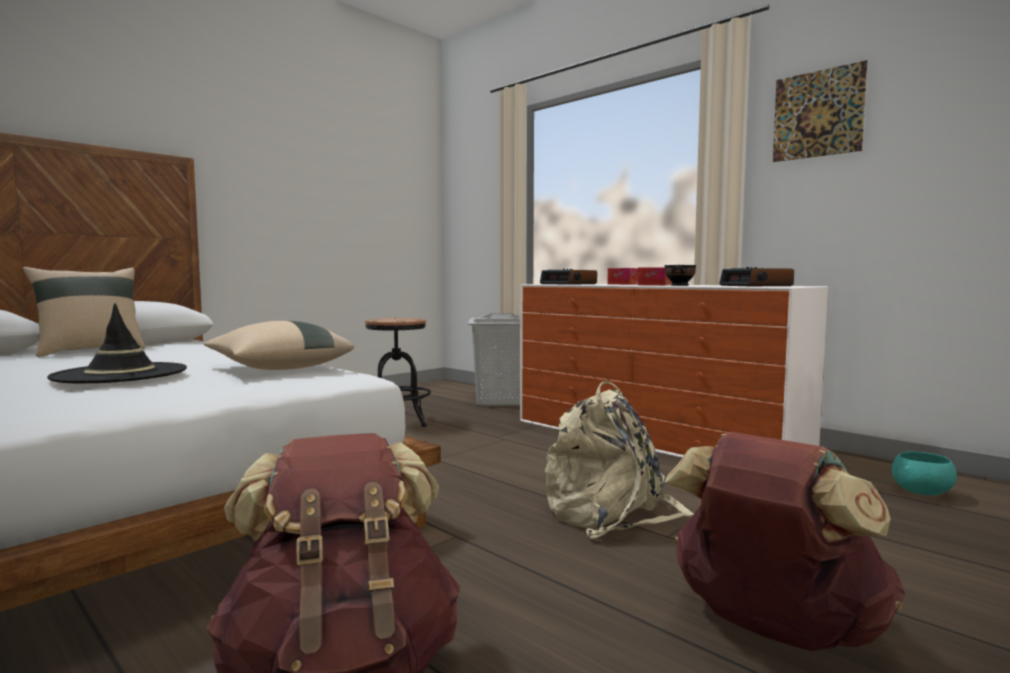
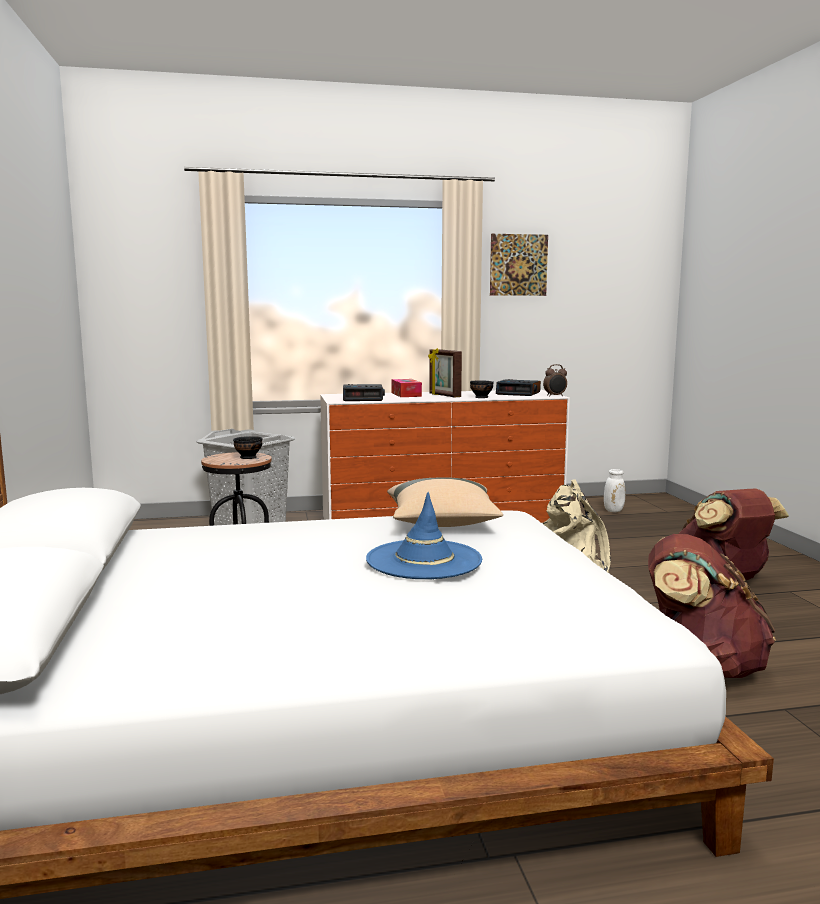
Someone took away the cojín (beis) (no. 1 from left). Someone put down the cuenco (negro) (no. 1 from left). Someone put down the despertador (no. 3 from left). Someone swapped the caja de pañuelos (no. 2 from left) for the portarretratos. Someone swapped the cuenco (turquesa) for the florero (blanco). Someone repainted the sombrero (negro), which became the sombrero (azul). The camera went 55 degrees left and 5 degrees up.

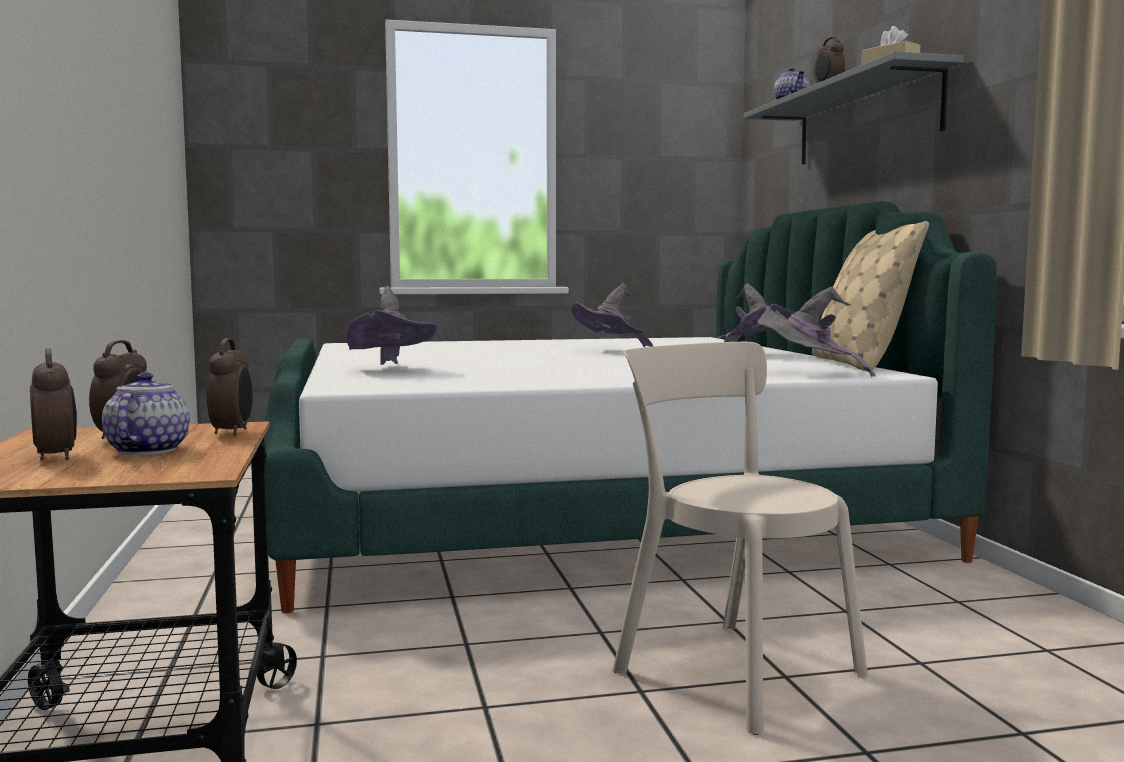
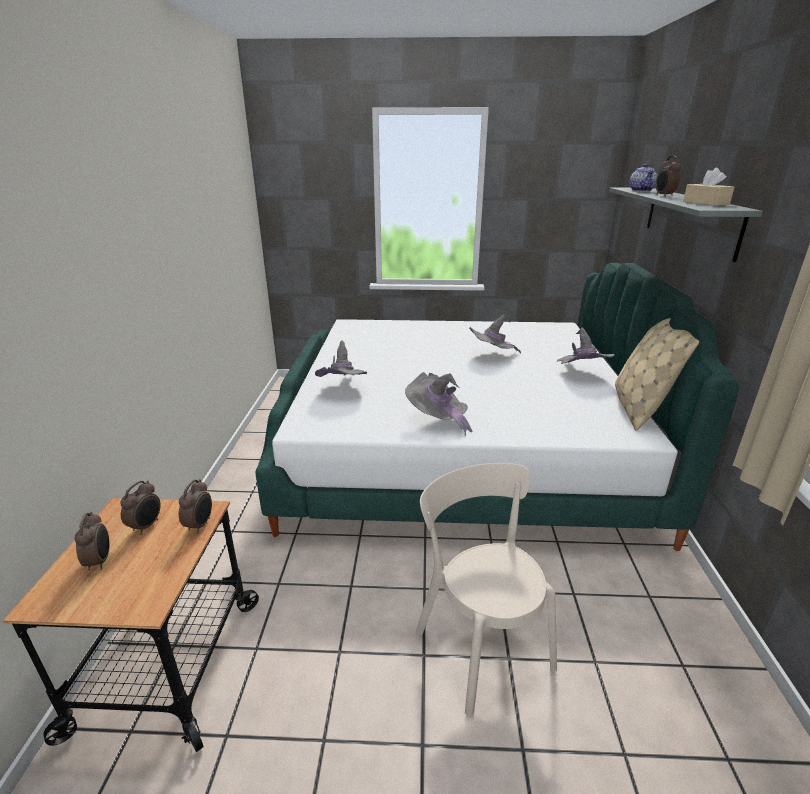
Someone took away the tetera (no. 1 from left). Someone carried the sombrero (gris) (no. 4 from left in the first image). The camera went 15 degrees right and 20 degrees up.

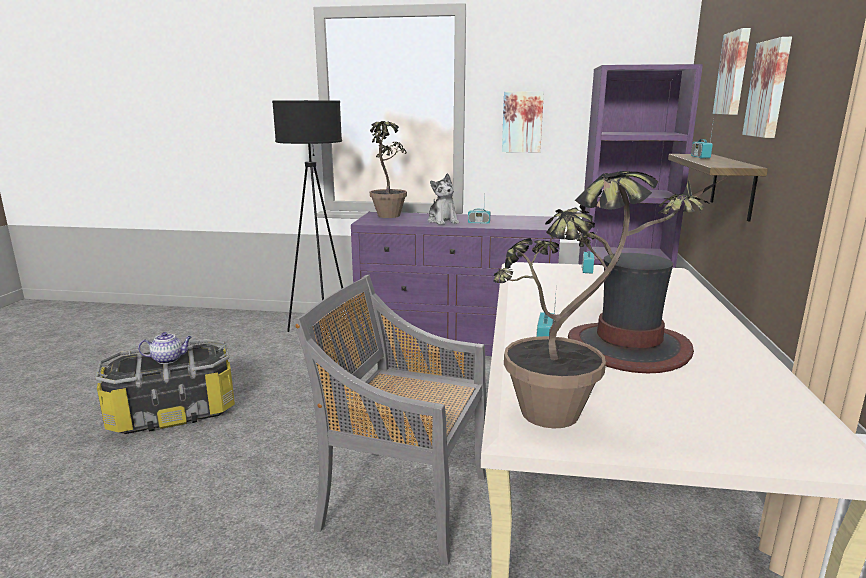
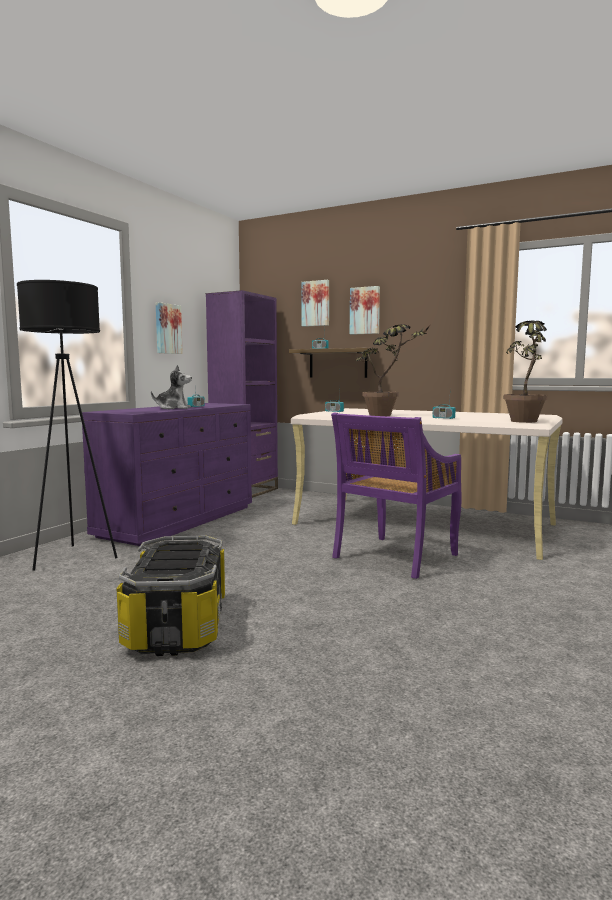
Someone took away the tetera. Someone took away the sombrero. Someone carried the planta en maceta (no. 1 from left). Someone repainted the silla (gris), which became the silla (morado). The camera went 70 degrees left and 10 degrees down.

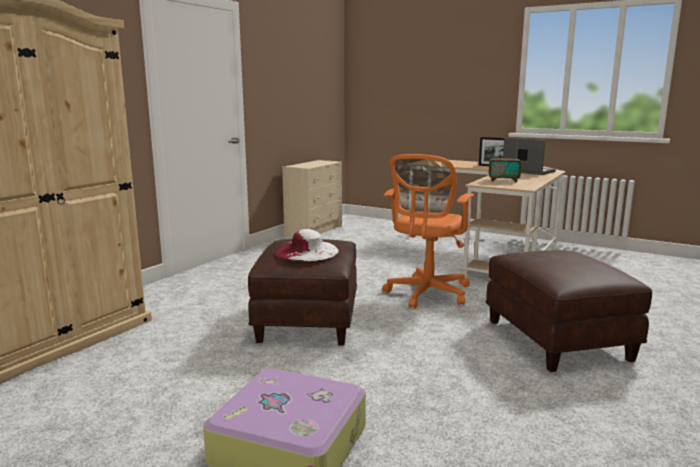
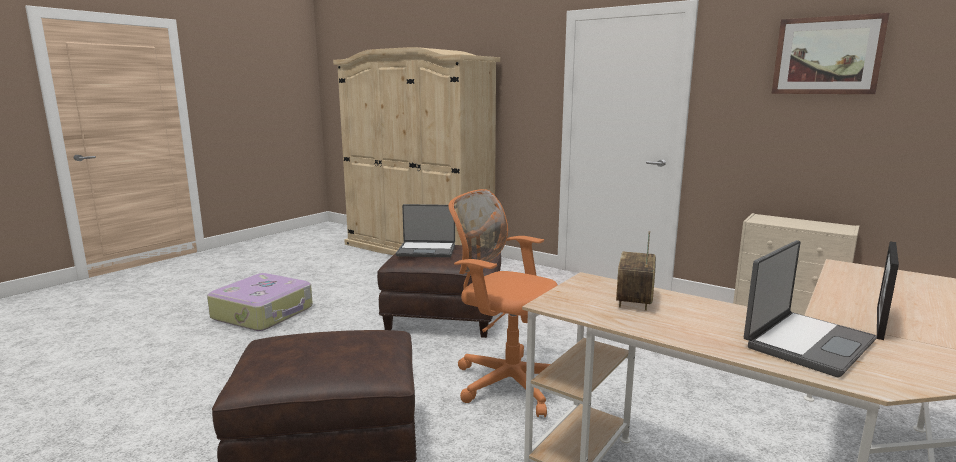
Someone put up the cuadro. Someone swapped the sombrero (blanco) for the portátil (no. 1 from left). The camera went 95 degrees right and 0 degrees up.

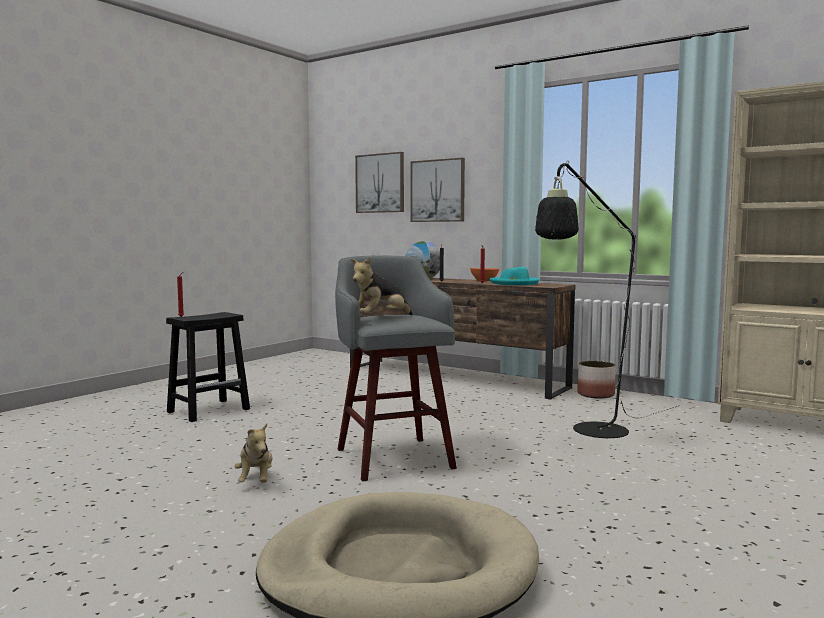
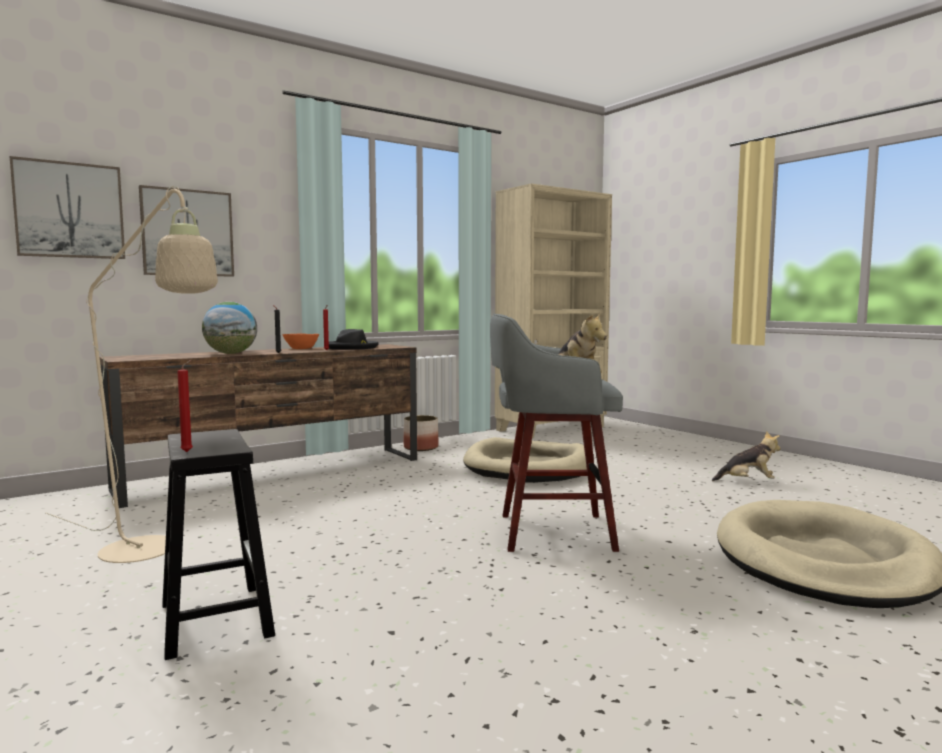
Someone put down the lámpara de pie (beis). Someone carried the peluche (no. 1 from left in the first image). Someone swapped the lámpara de pie (negro) for the cama para perro (beis) (no. 1 from left). Someone repainted the sombrero (turquesa), which became the sombrero (negro). The camera went 70 degrees left and 0 degrees up.

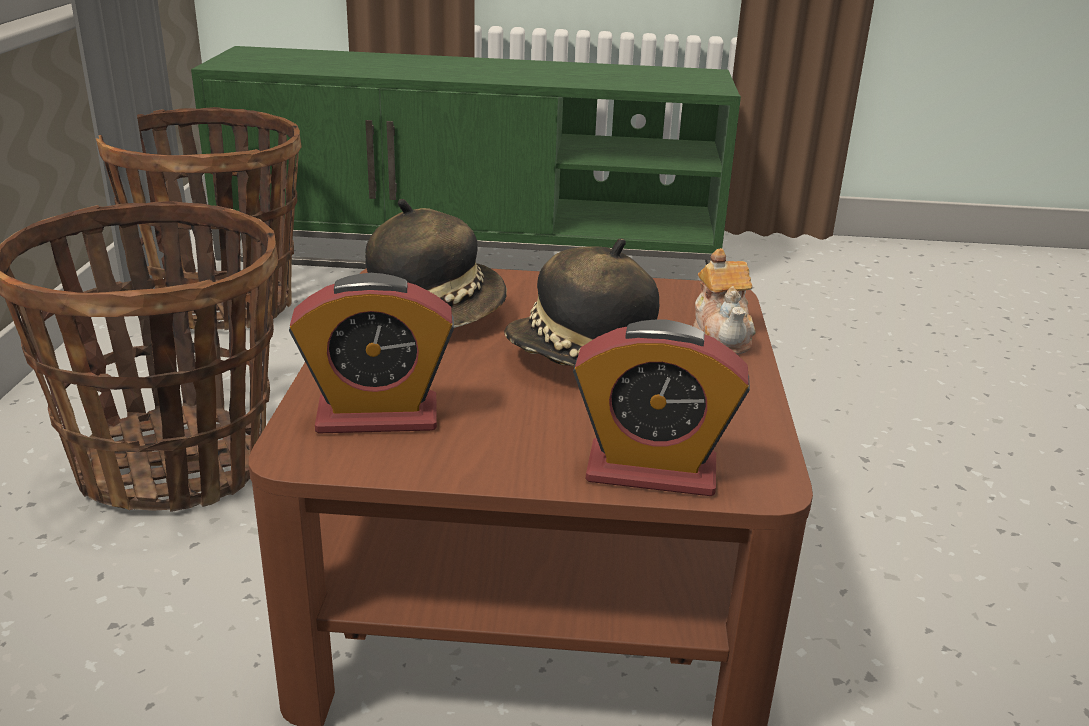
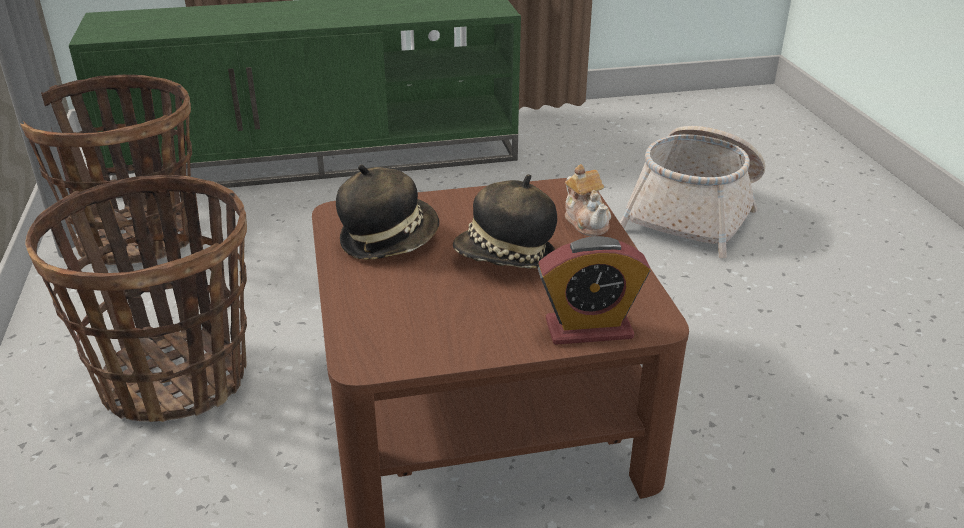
Someone took away the despertador (no. 1 from left). Someone put down the cesta (no. 3 from left). The camera went 15 degrees left and 5 degrees up.

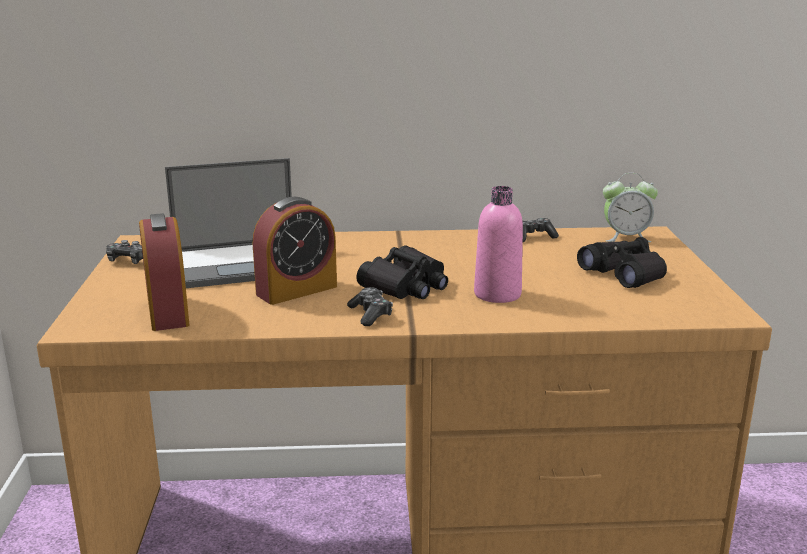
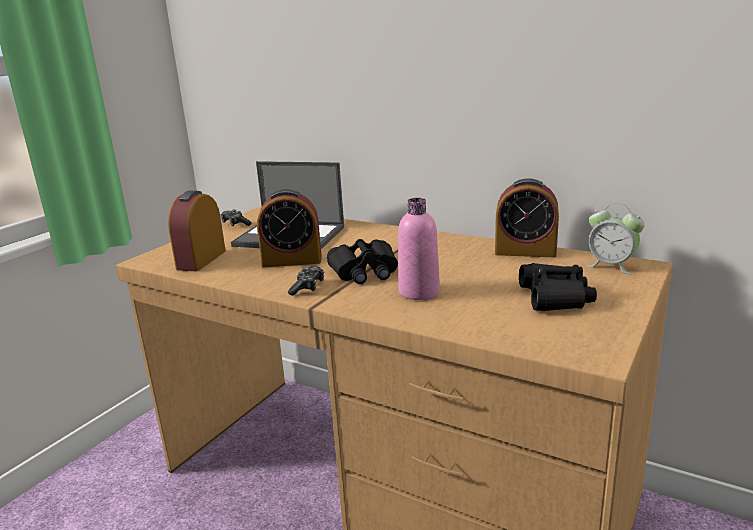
Someone swapped the mando de consola (no. 3 from left) for the despertador (no. 3 from left). The camera went 35 degrees right and 0 degrees up.

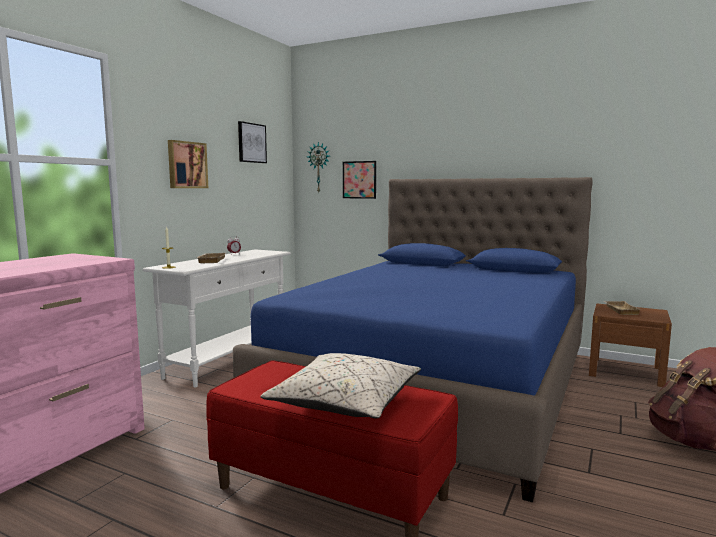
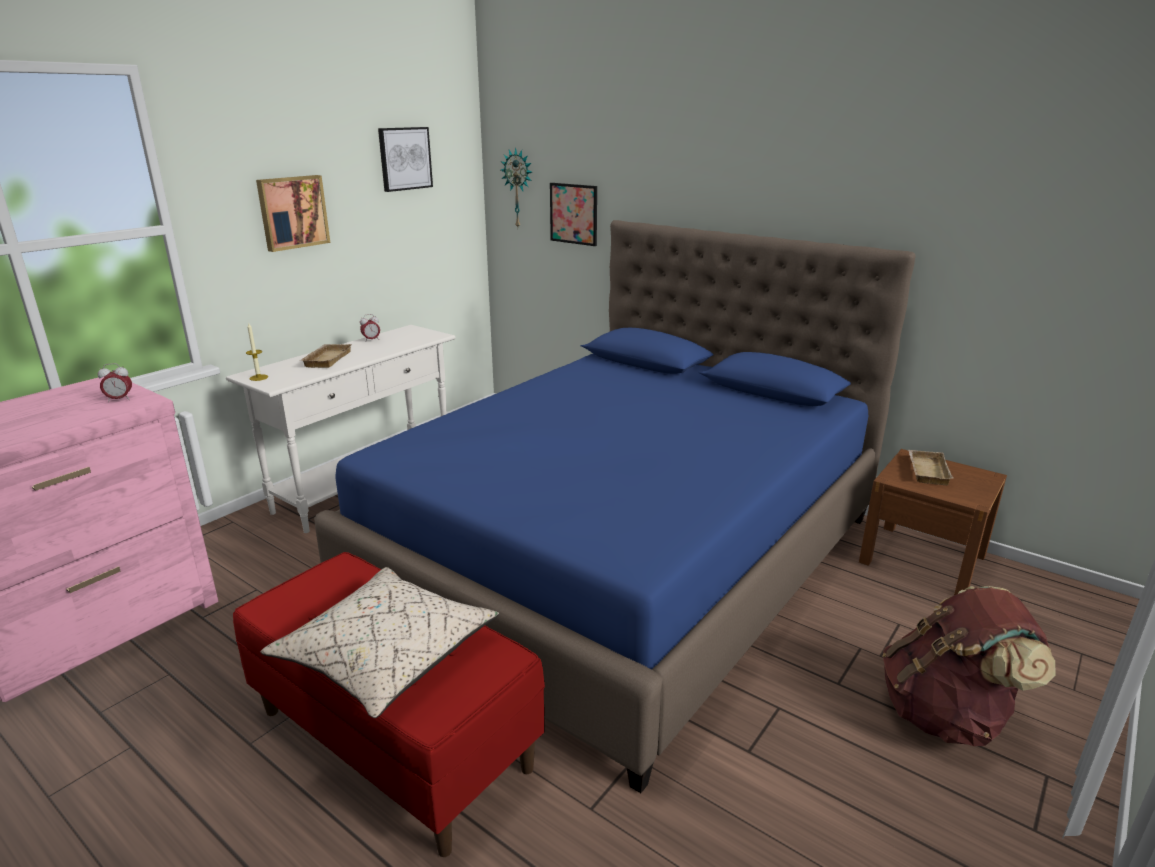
Someone put down the despertador (no. 1 from left). The camera went 10 degrees right and 15 degrees up.

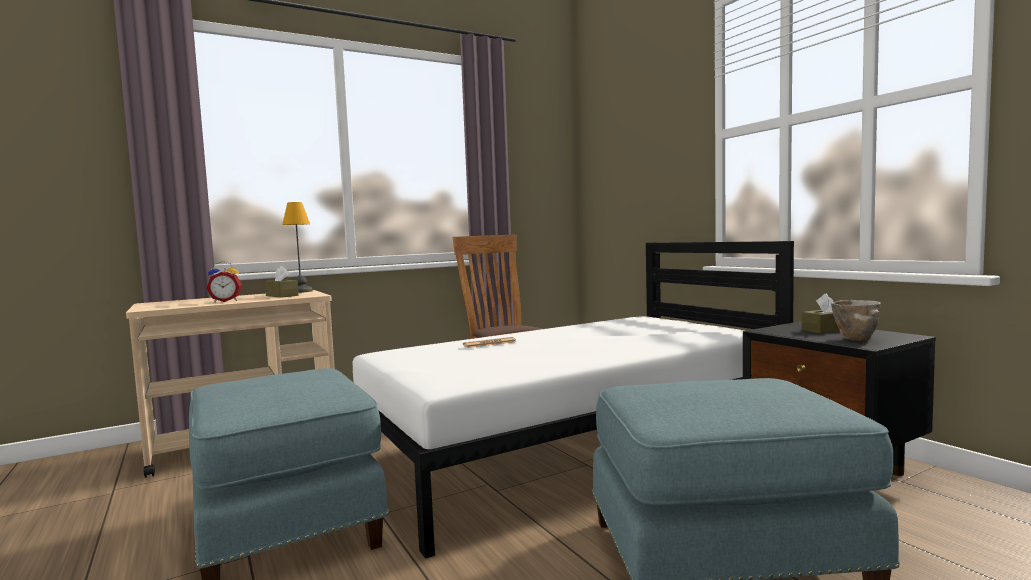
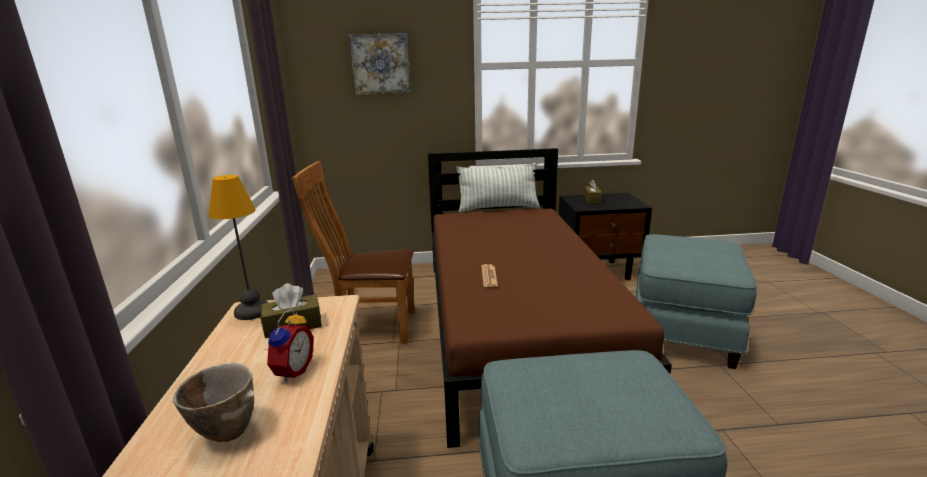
Someone put up the cuadro. Someone put down the cojín. Someone carried the cuenco. Someone repainted the cama (blanco), which became the cama (marrón). The camera went 65 degrees left and 15 degrees up.

